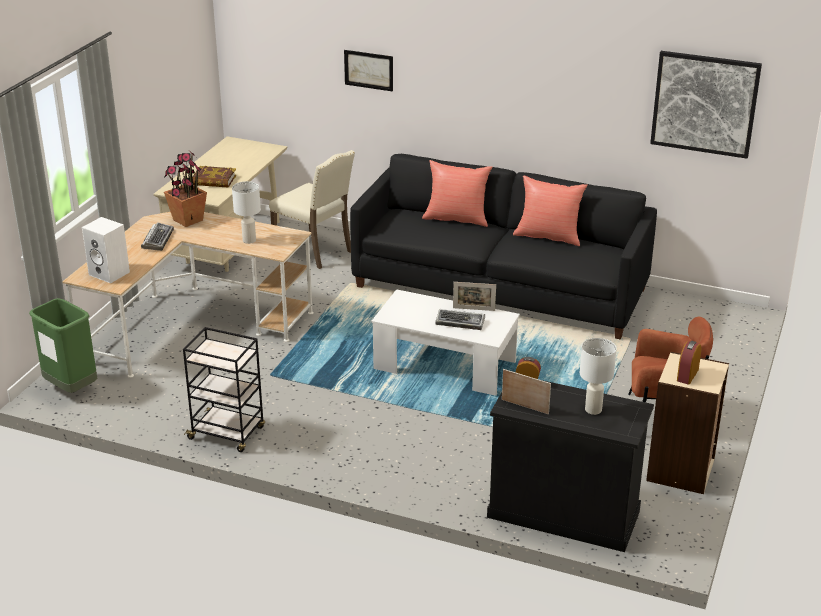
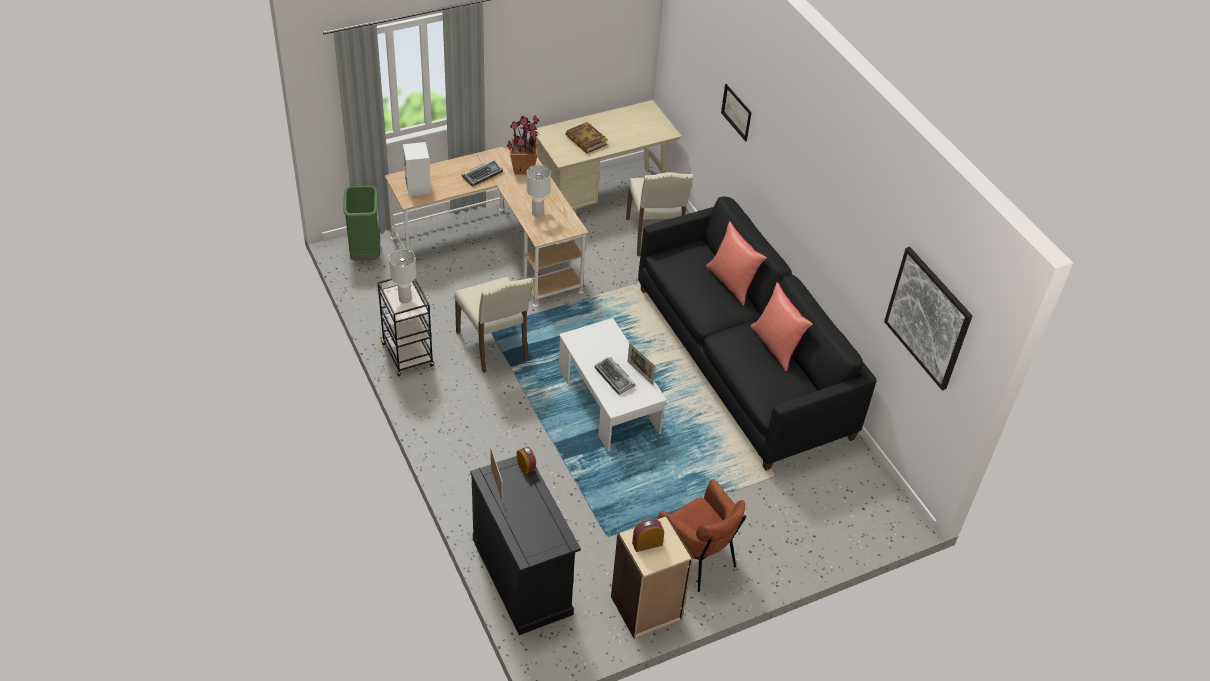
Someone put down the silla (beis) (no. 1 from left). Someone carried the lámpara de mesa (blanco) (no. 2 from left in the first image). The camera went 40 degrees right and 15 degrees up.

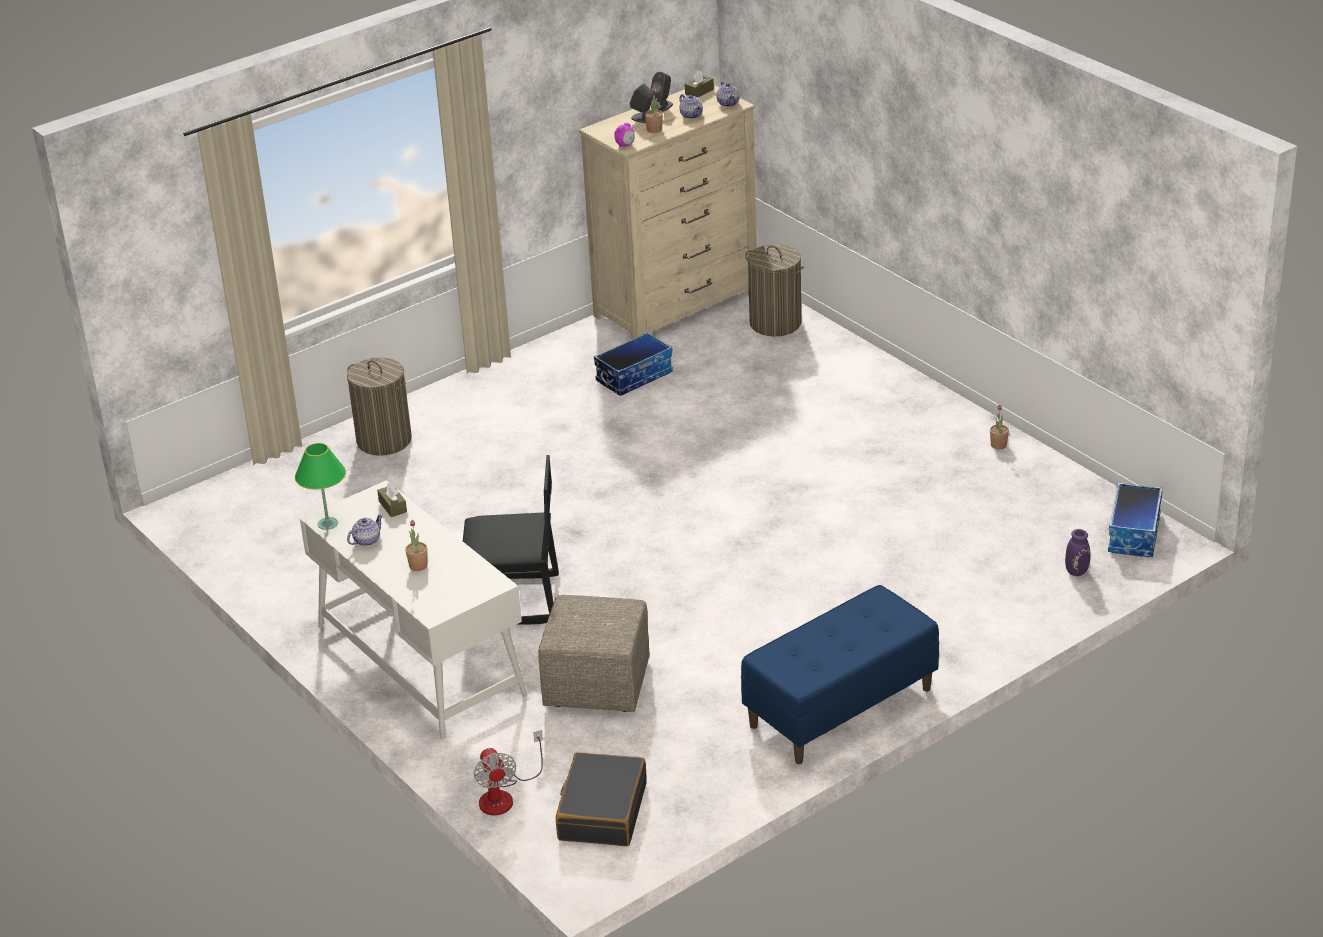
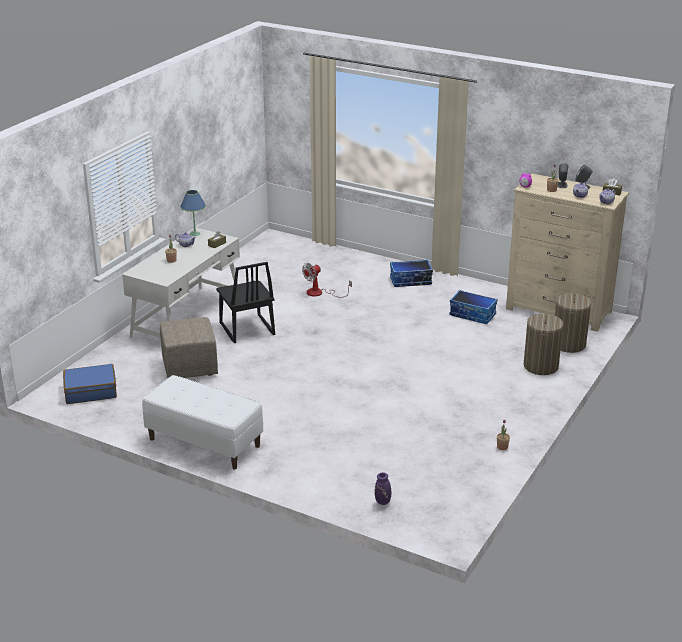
Someone carried the cesto de la ropa (no. 1 from left). Someone carried the ventilador. Someone carried the caja de almacenaje (no. 2 from left in the first image). Someone repainted the lámpara de mesa (verde), which became the lámpara de mesa (azul). Someone repainted the maleta (negro), which became the maleta (azul). Someone repainted the banco (azul), which became the banco (blanco). The camera went 65 degrees right and 5 degrees down.

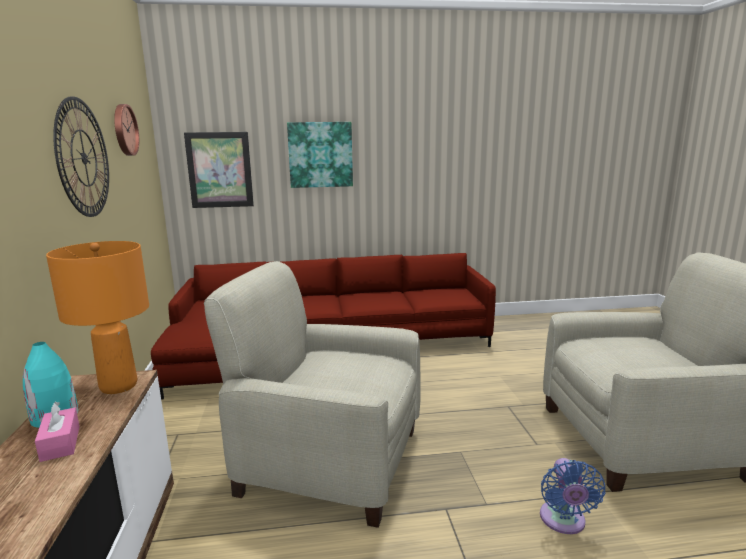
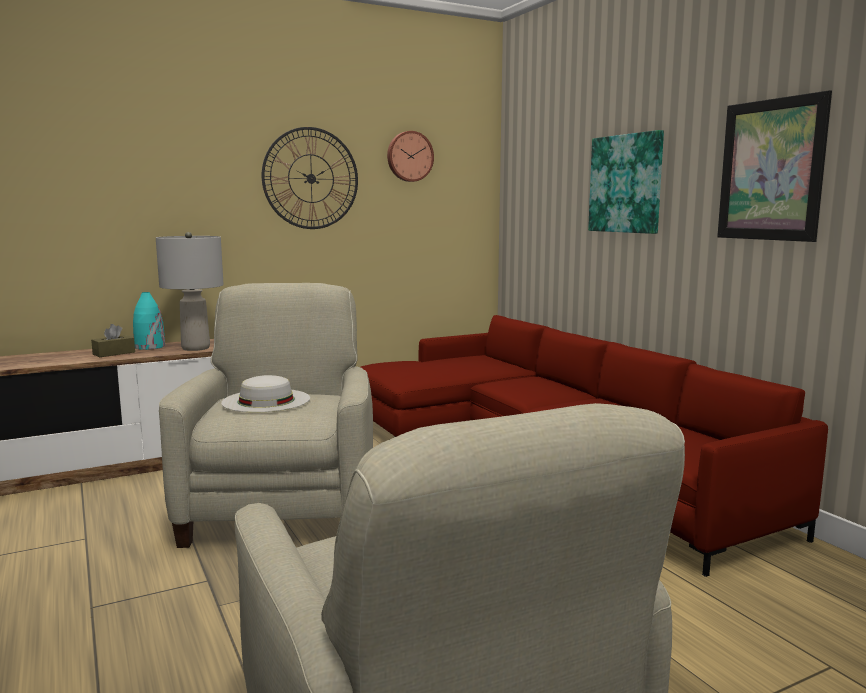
Someone took away the ventilador (azul). Someone put down the sombrero (blanco). Someone carried the cuadro (no. 1 from left in the first image). Someone repainted the caja de pañuelos (rosa), which became the caja de pañuelos (marrón). Someone repainted the lámpara de mesa (naranja), which became the lámpara de mesa (gris). The camera went 70 degrees right and 5 degrees down.

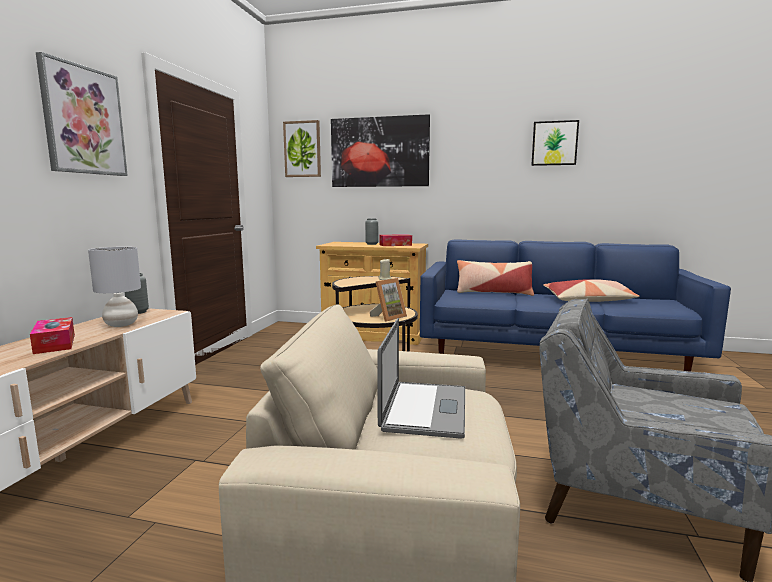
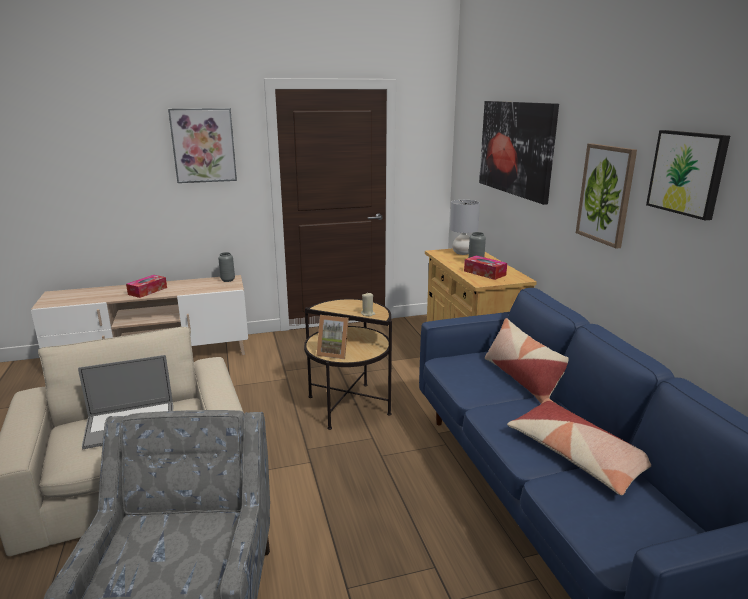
Someone carried the lámpara de mesa (gris). Someone carried the cuadro (no. 2 from left in the first image). The camera went 60 degrees right and 10 degrees up.

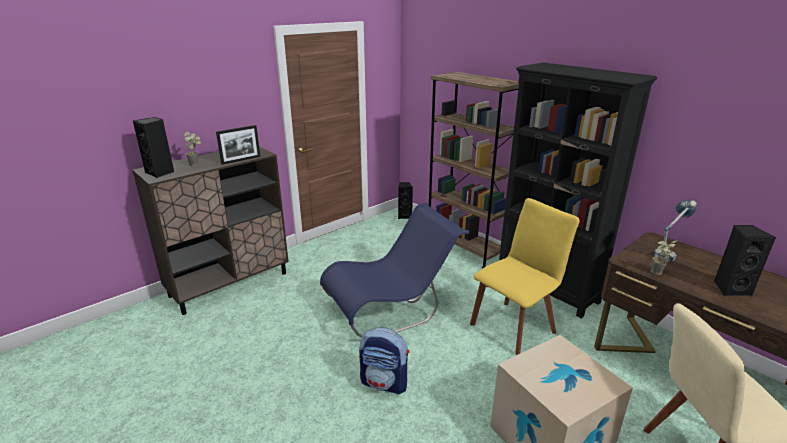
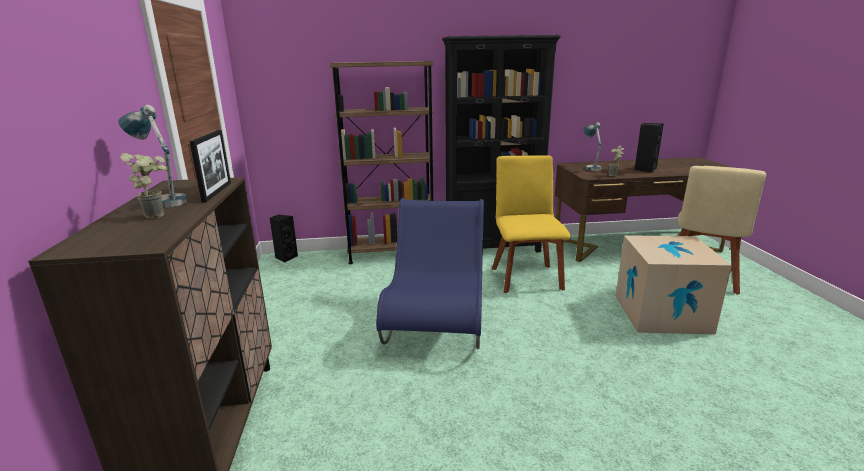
Someone took away the altavoz (negro) (no. 1 from left). Someone took away the mochila. Someone put down the lámpara de mesa (no. 1 from left). The camera went 55 degrees left and 5 degrees down.

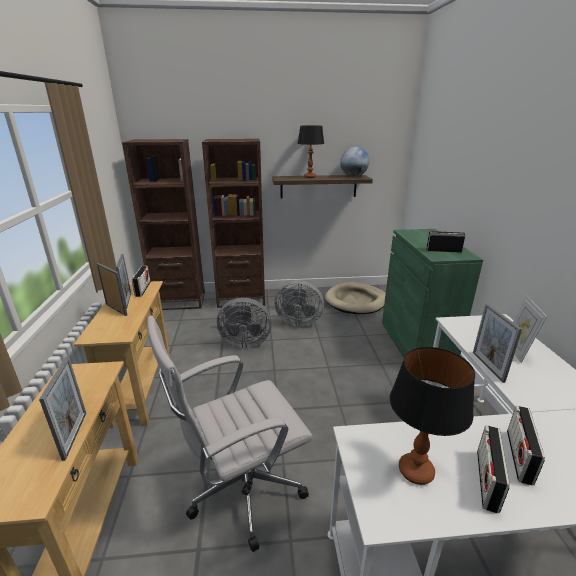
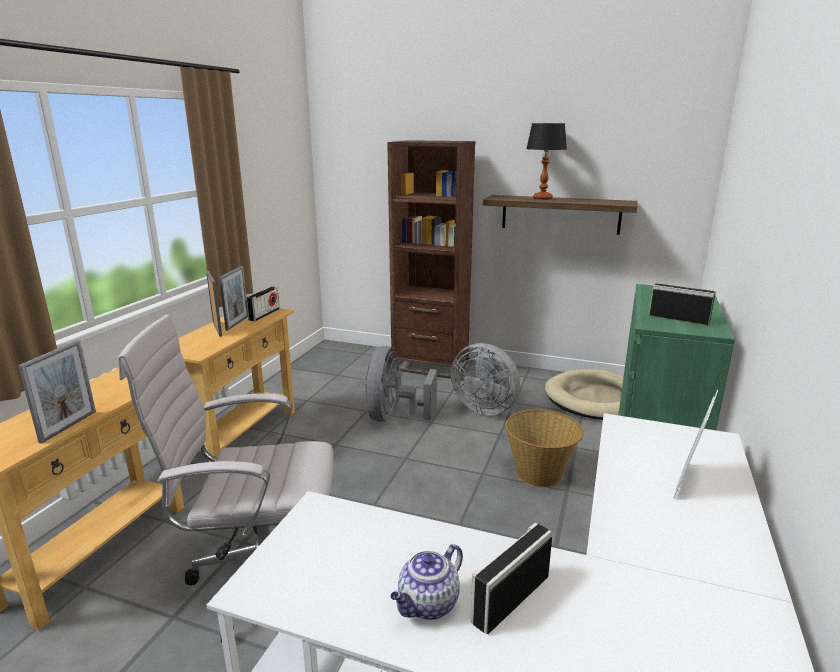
Someone took away the estantería (marrón) (no. 1 from left). Someone took away the globo terráqueo. Someone took away the lámpara de mesa (no. 2 from left). Someone took away the portarretratos (no. 4 from left). Someone put down the cesta. Someone swapped the radio (no. 3 from left) for the tetera. Someone rotated the ventilador (gris) (no. 1 from left) by 75 degrees clockwise. The camera went 25 degrees right and 5 degrees down.

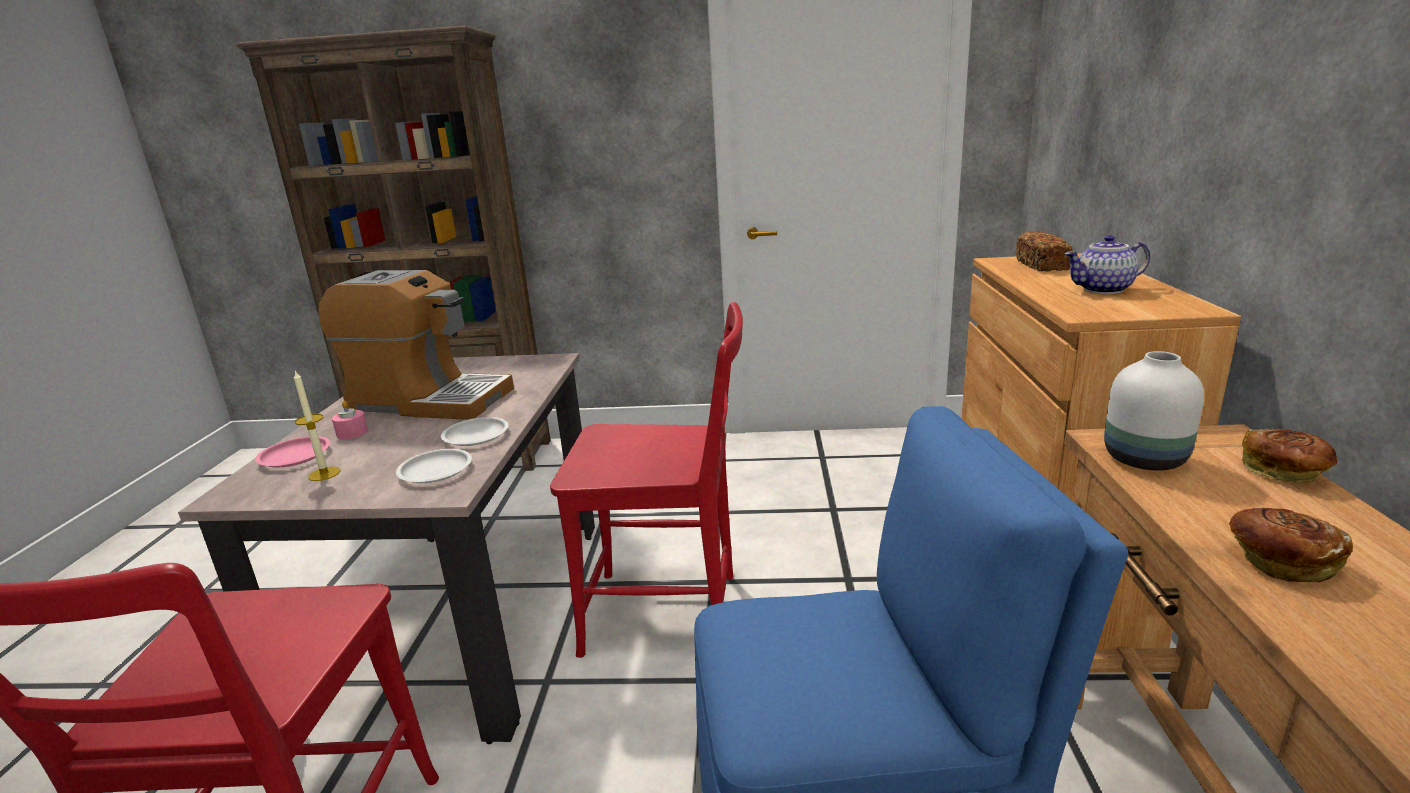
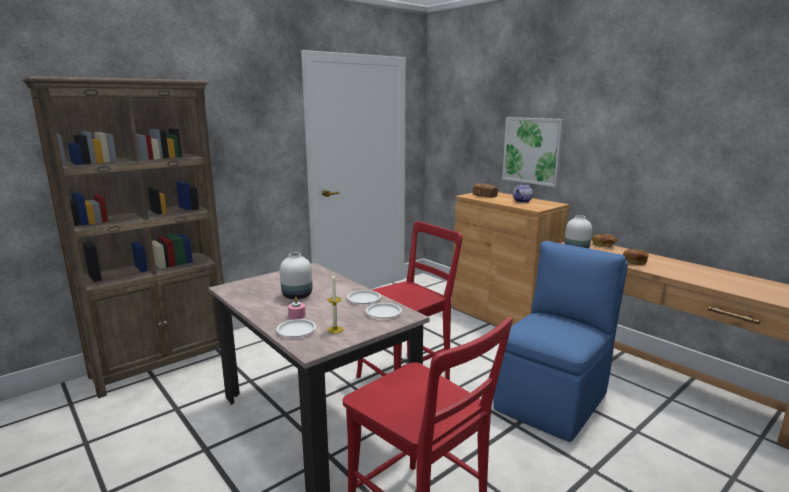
Someone put up the cuadro. Someone swapped the cafetera for the florero (blanco) (no. 1 from left). Someone repainted the plato (rosa), which became the plato (blanco) (no. 1 from left). The camera went 45 degrees left and 5 degrees down.

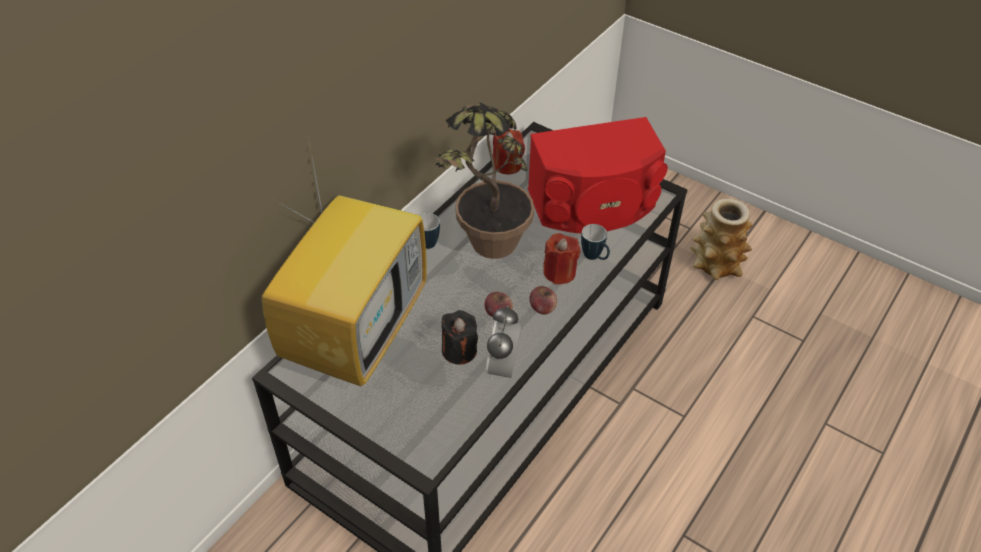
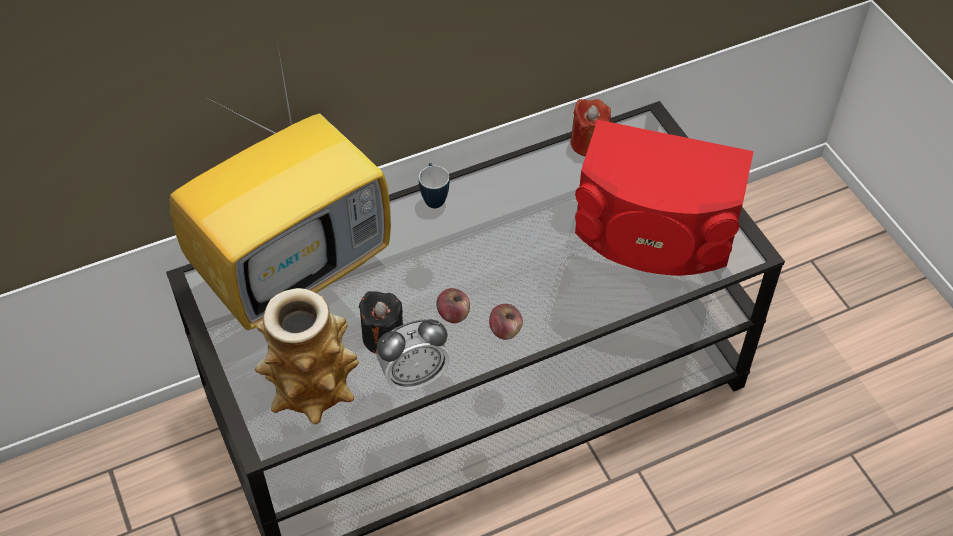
Someone took away the planta en maceta. Someone took away the vela (rojo) (no. 2 from left). Someone took away the taza grande (no. 2 from left). Someone carried the florero. Someone rotated the despertador by 150 degrees counterclockwise. The camera went 30 degrees right and 5 degrees up.

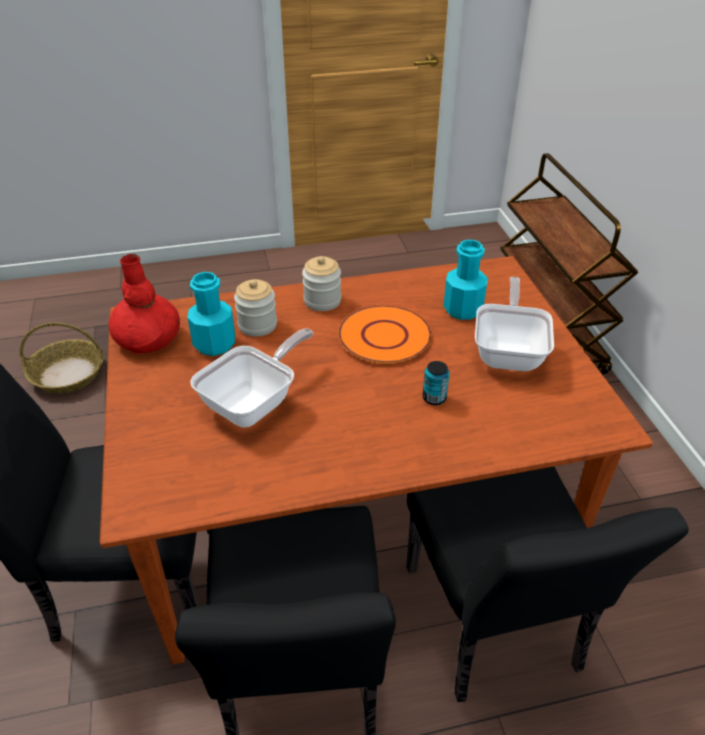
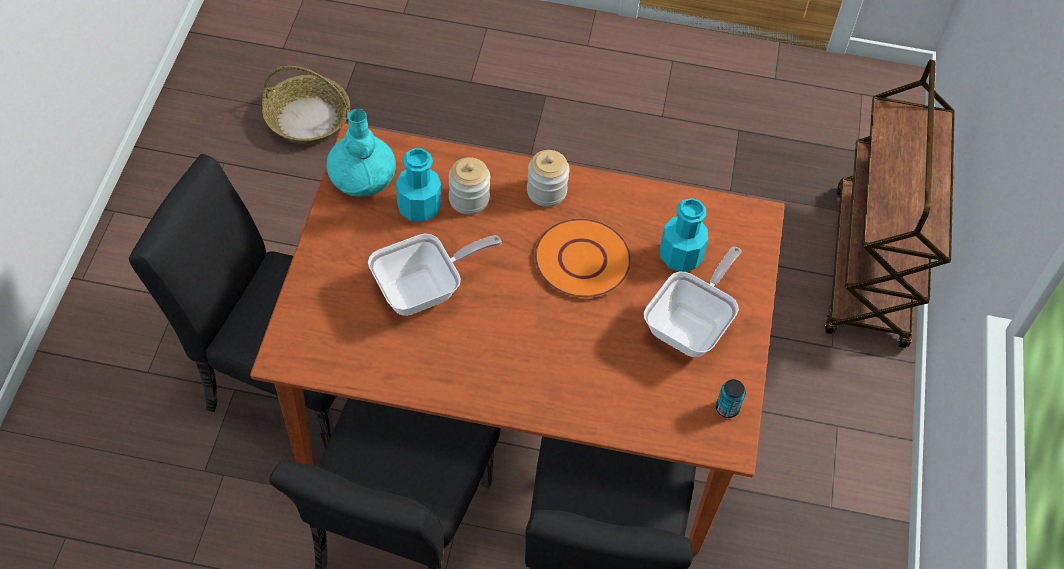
Someone carried the lata. Someone repainted the florero (rojo), which became the florero (turquesa). The camera went 20 degrees right and 15 degrees up.

